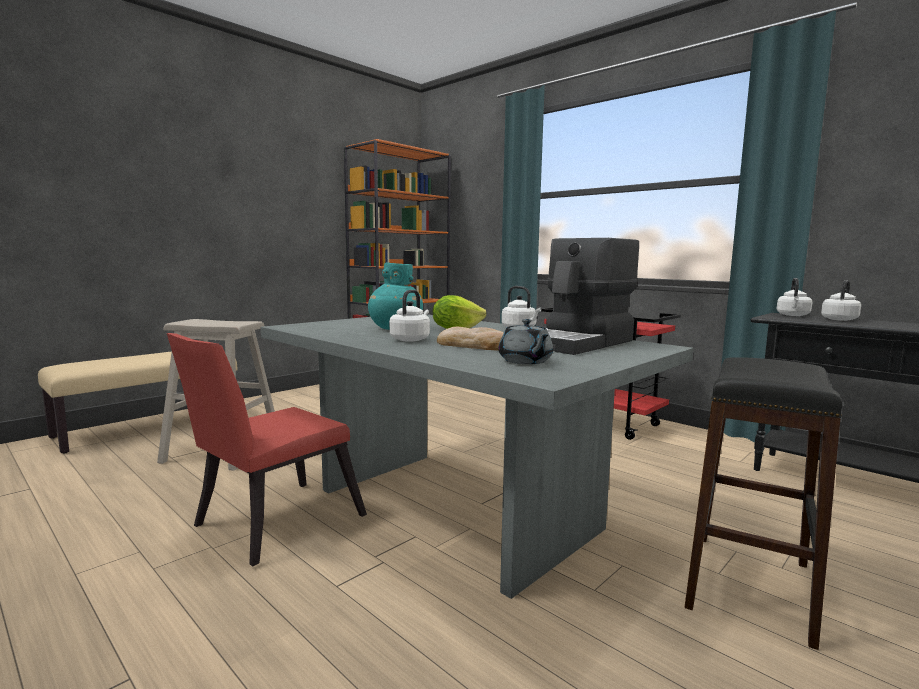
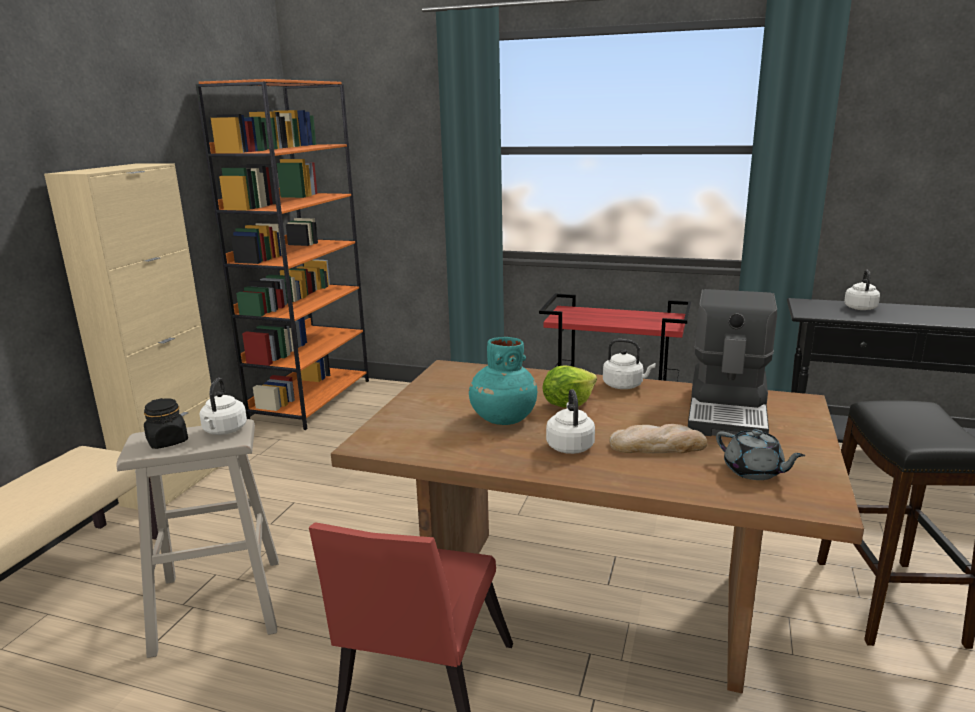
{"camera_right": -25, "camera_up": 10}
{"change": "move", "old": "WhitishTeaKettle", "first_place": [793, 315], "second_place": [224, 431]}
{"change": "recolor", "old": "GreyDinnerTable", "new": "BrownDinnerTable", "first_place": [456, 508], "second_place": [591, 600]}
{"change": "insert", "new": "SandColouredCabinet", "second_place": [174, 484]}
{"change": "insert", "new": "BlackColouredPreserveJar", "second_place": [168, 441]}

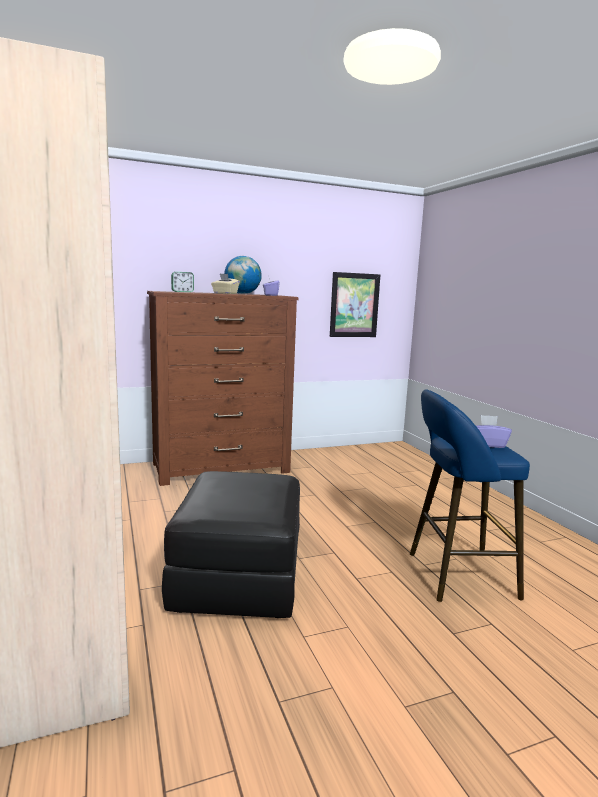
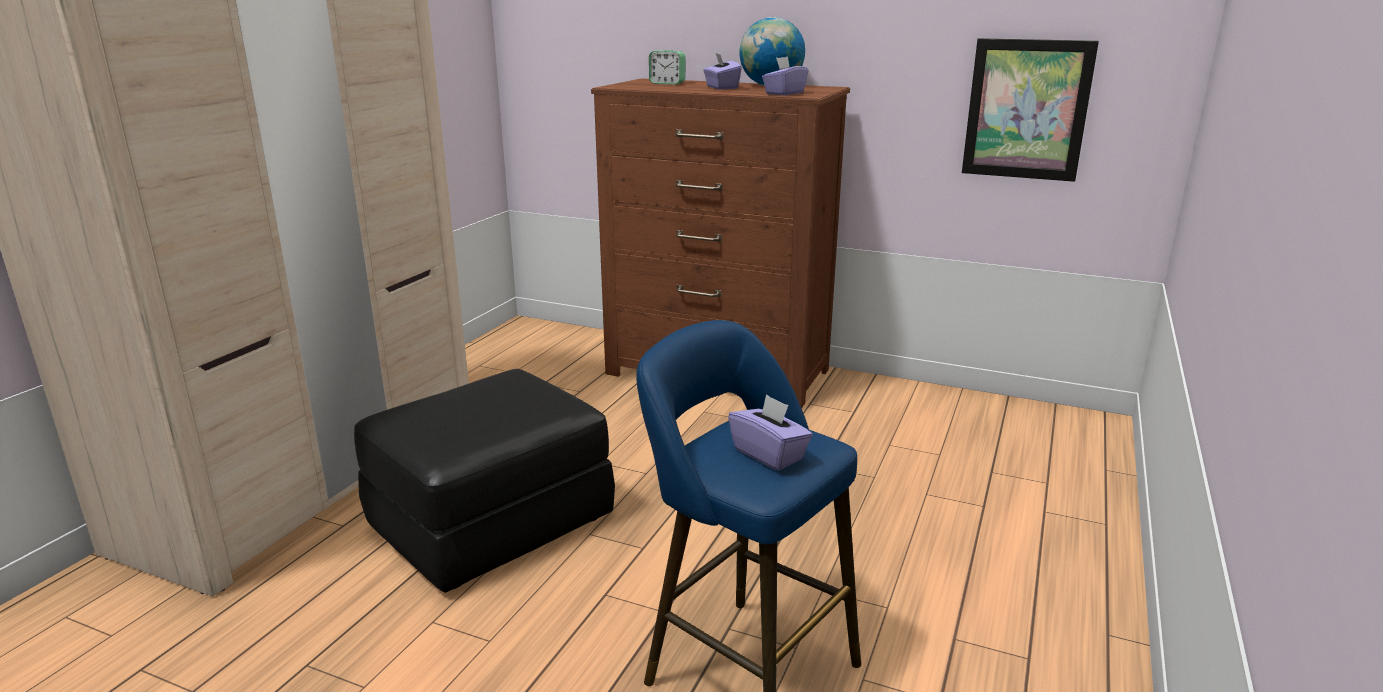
{"camera_right": 45, "camera_up": 10}
{"change": "recolor", "old": "SandColouredBoxOfTissues", "new": "PurplishBoxOfTissues", "first_place": [225, 293], "second_place": [721, 88]}

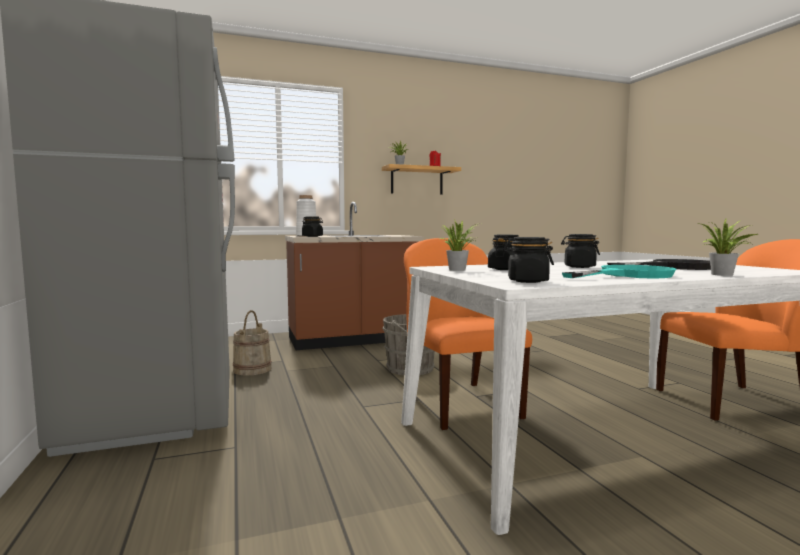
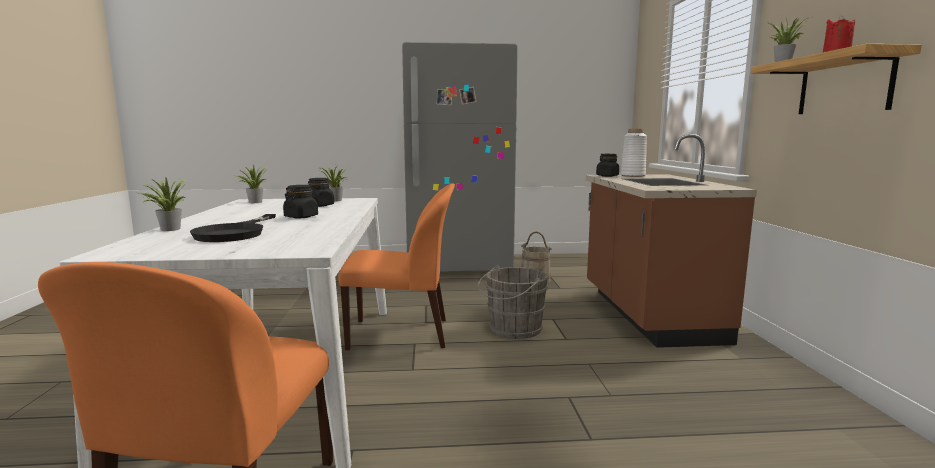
{"camera_right": 105, "camera_up": 5}
{"change": "replace", "old": "BlackColouredPreserveJar", "new": "Houseplant", "first_place": [527, 281], "second_place": [254, 202]}
{"change": "delete", "old": "TurquoiseColouredFryingPan", "first_place": [627, 275]}

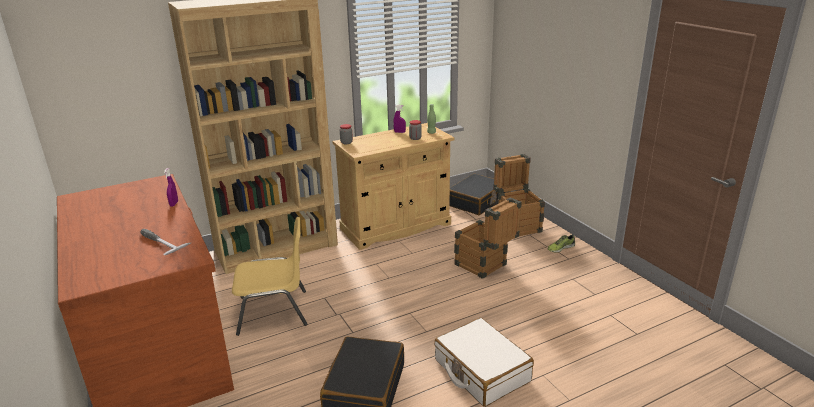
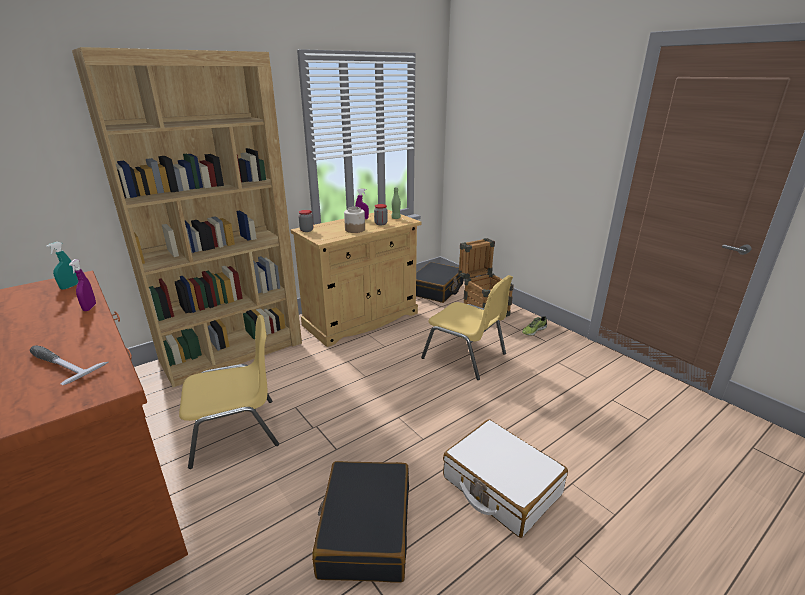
{"camera_right": -10, "camera_up": 0}
{"change": "replace", "old": "PackingCrate", "new": "YellowColouredPlainChair", "first_place": [485, 267], "second_place": [465, 356]}
{"change": "insert", "new": "PreserveJar", "second_place": [355, 230]}
{"change": "insert", "new": "TurquoiseColouredSprayer", "second_place": [69, 286]}

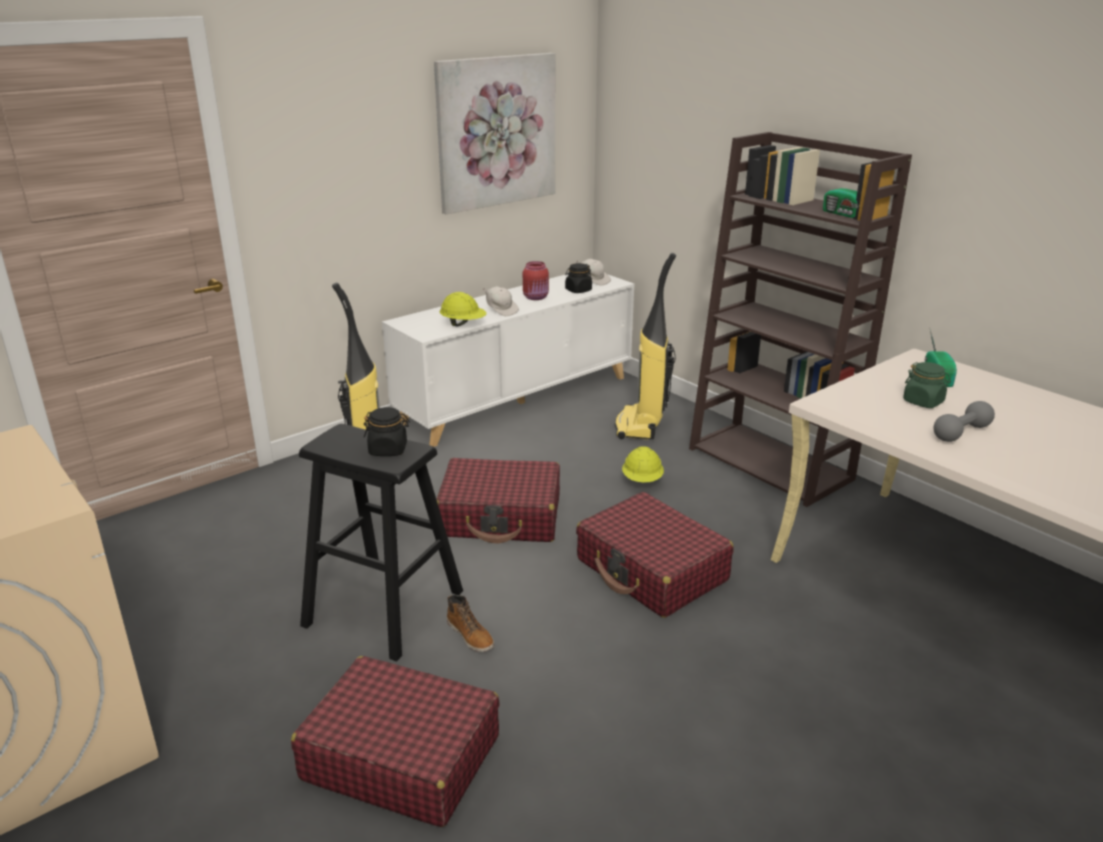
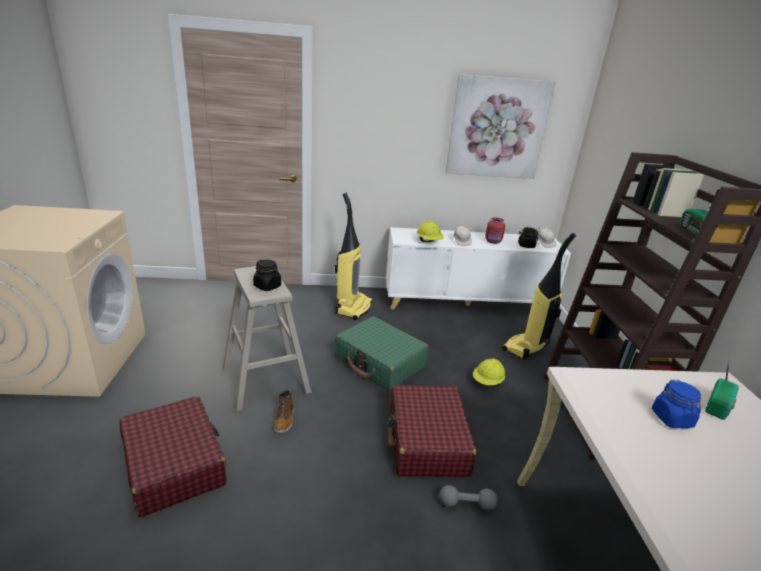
{"camera_right": 35, "camera_up": 0}
{"change": "recolor", "old": "GreenishPreserveJar", "new": "BluishPreserveJar", "first_place": [923, 402], "second_place": [672, 419]}
{"change": "move", "old": "GreyFreeWeight", "first_place": [961, 433], "second_place": [466, 504]}
{"change": "recolor", "old": "BlackColouredStool", "new": "SandColouredStool", "first_place": [383, 608], "second_place": [265, 380]}
{"change": "recolor", "old": "RedSuitcase", "new": "GreenishSuitcase", "first_place": [501, 516], "second_place": [380, 362]}

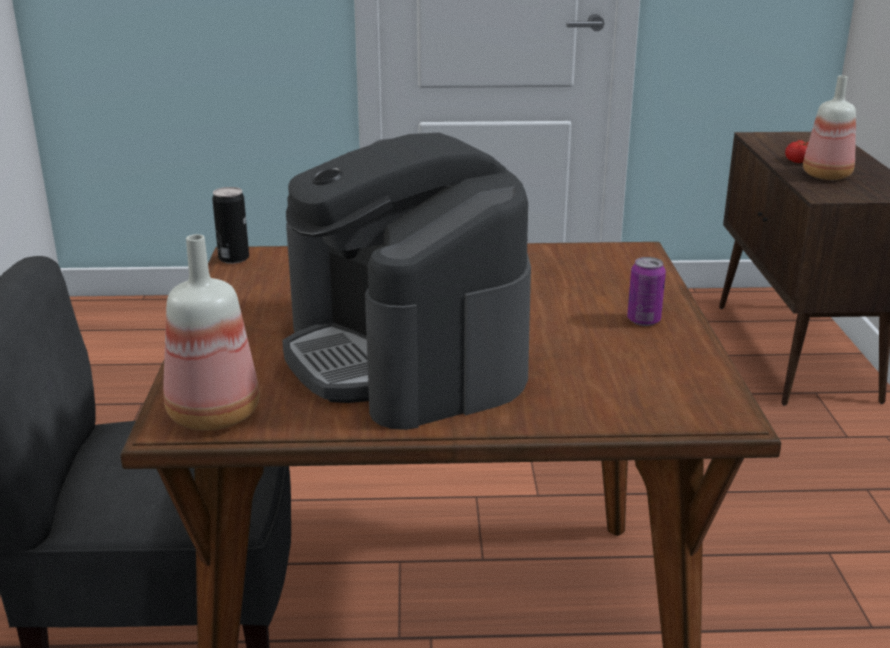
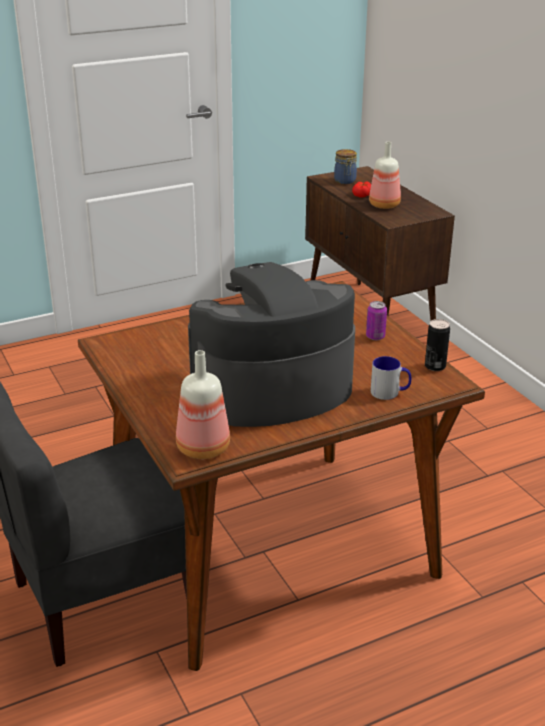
{"camera_right": -25, "camera_up": 5}
{"change": "rotate", "old": "CoffeeMaker", "first_place": [405, 356], "second_place": [271, 388], "degrees": 120}
{"change": "move", "old": "MetalCan", "first_place": [234, 258], "second_place": [435, 366]}
{"change": "insert", "new": "PreserveJar", "second_place": [345, 181]}
{"change": "insert", "new": "CoffeeMug", "second_place": [390, 392]}

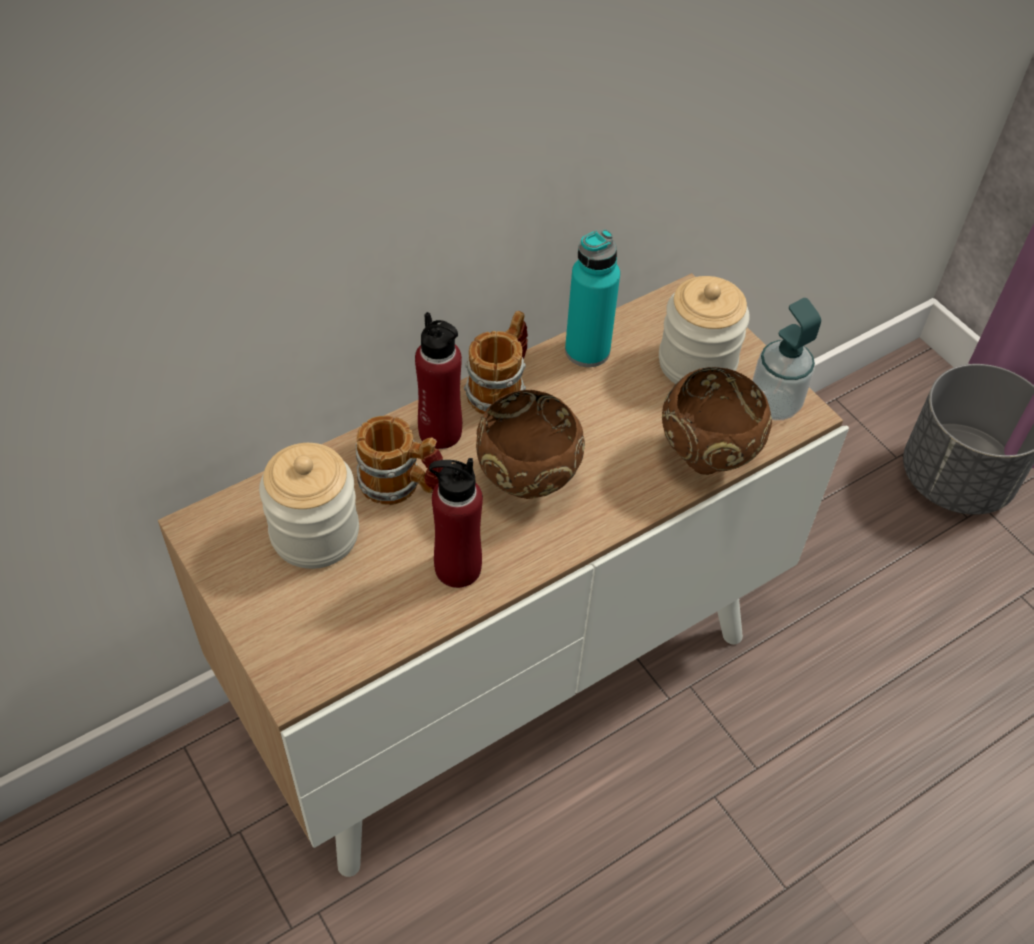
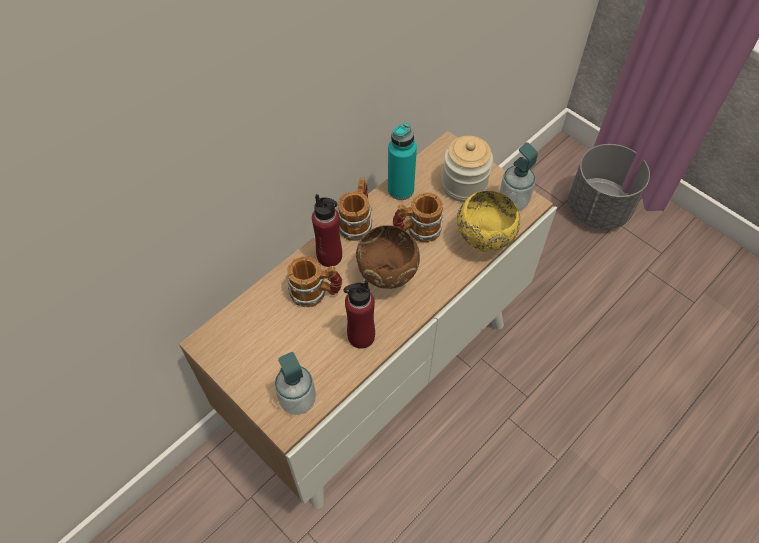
{"camera_right": -10, "camera_up": 5}
{"change": "recolor", "old": "BrownDeepDish", "new": "YellowColouredDeepDish", "first_place": [708, 460], "second_place": [484, 242]}
{"change": "delete", "old": "PreserveJar", "first_place": [315, 533]}
{"change": "insert", "new": "CoffeeMug", "second_place": [417, 231]}
{"change": "insert", "new": "SoapBottle", "second_place": [298, 400]}

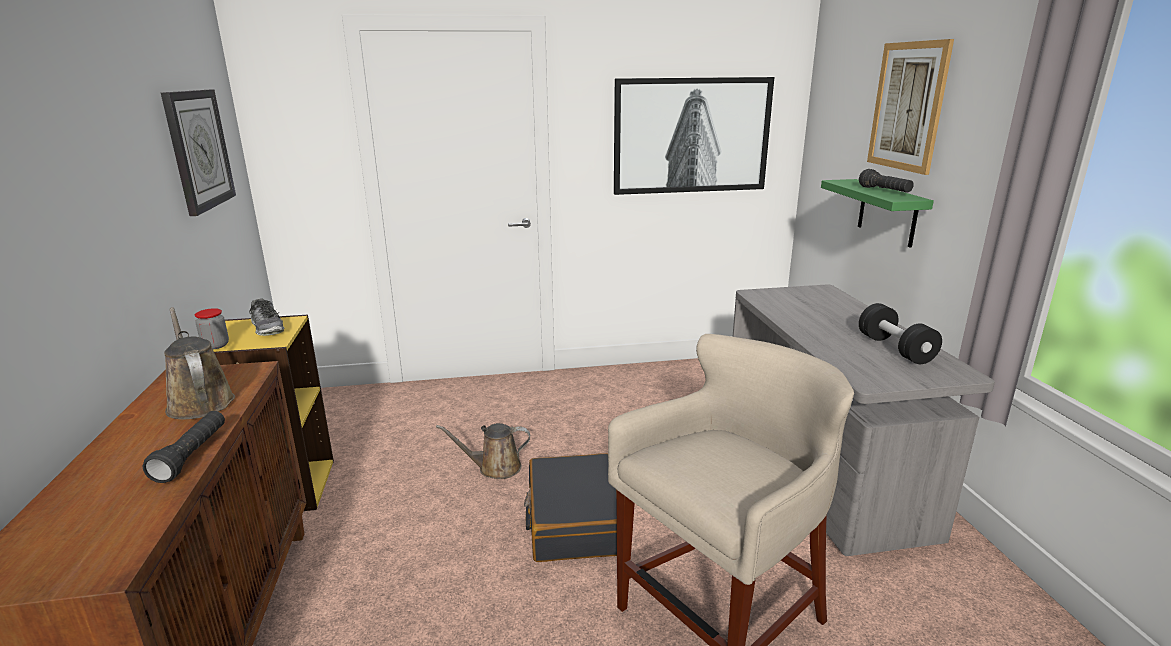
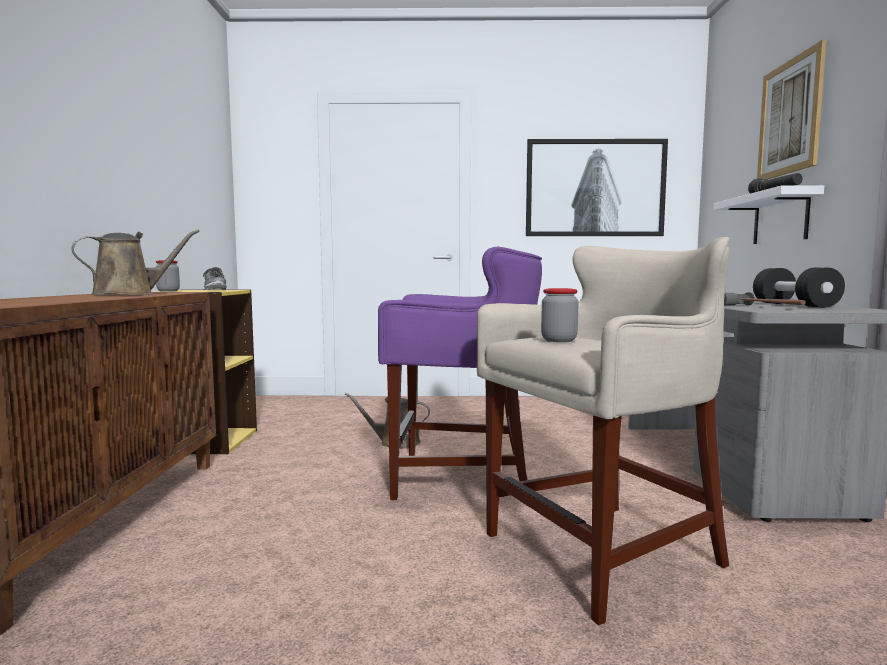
{"camera_right": 10, "camera_up": -15}
{"change": "delete", "old": "HangingClock", "first_place": [198, 149]}
{"change": "recolor", "old": "GreenishWallShelf", "new": "WhitishWallShelf", "first_place": [887, 212], "second_place": [780, 218]}
{"change": "rotate", "old": "BrownWateringCan", "first_place": [199, 402], "second_place": [130, 294], "degrees": 75}
{"change": "delete", "old": "BlackColouredFlashlight", "first_place": [192, 456]}
{"change": "replace", "old": "BlackColouredSuitcase", "new": "PurplishStool", "first_place": [573, 521], "second_place": [459, 477]}
{"change": "insert", "new": "PreserveJar", "second_place": [559, 340]}
{"change": "insert", "new": "Hammer", "second_place": [763, 307]}

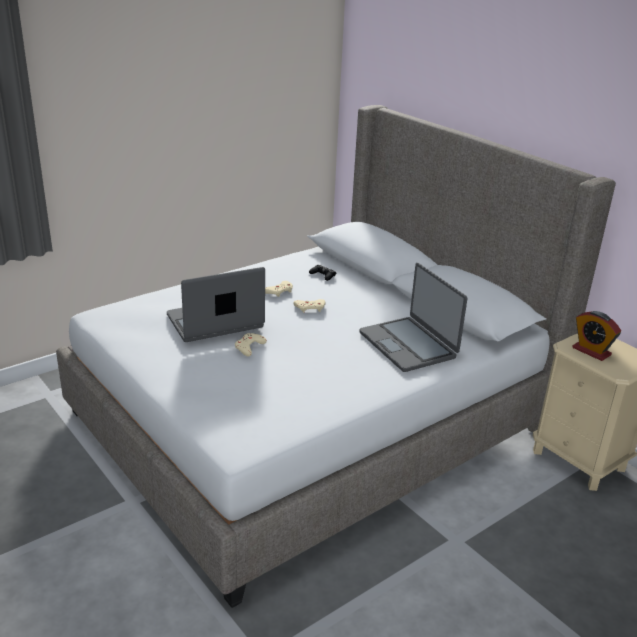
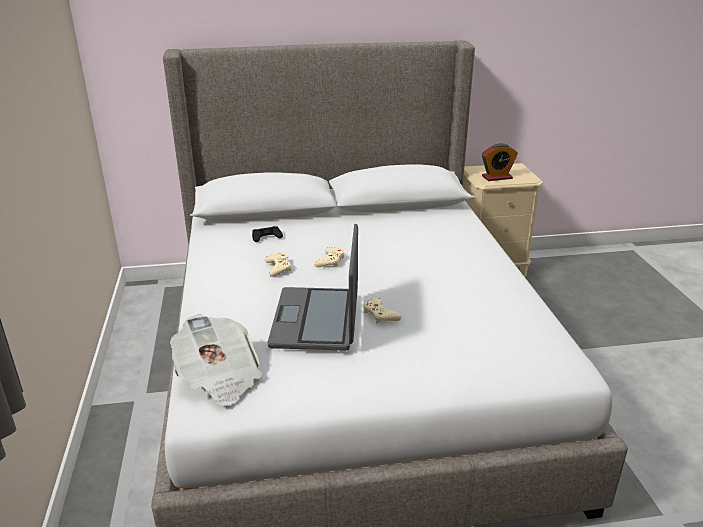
{"camera_right": -60, "camera_up": 0}
{"change": "delete", "old": "Laptop", "first_place": [408, 345]}
{"change": "insert", "new": "DailyPaper", "second_place": [219, 377]}

